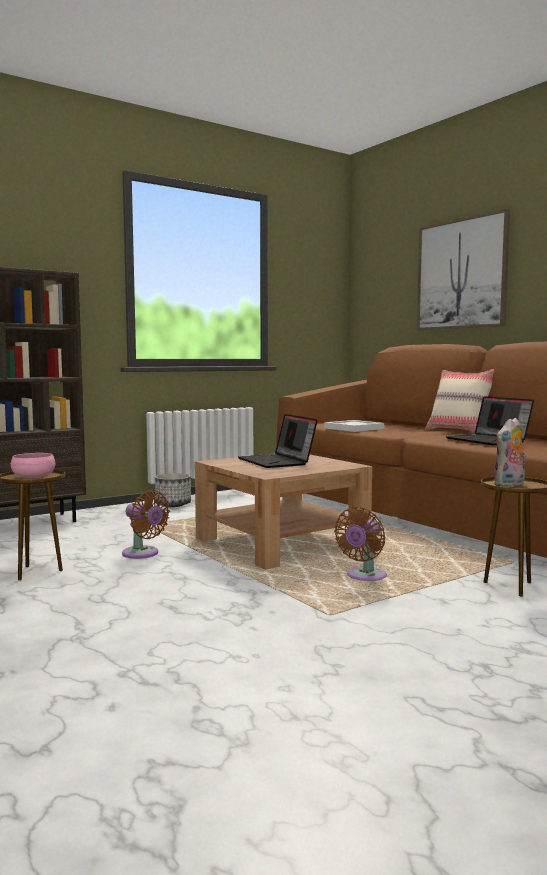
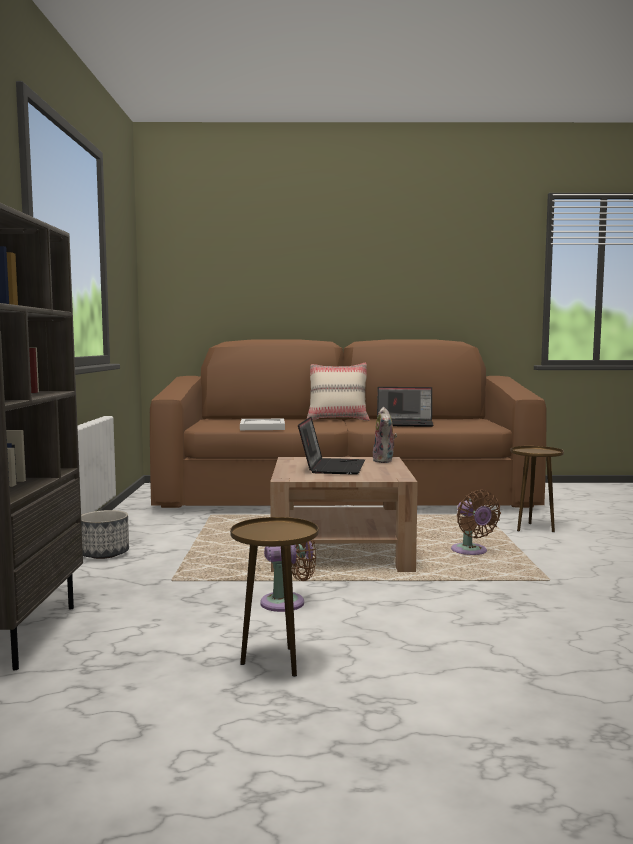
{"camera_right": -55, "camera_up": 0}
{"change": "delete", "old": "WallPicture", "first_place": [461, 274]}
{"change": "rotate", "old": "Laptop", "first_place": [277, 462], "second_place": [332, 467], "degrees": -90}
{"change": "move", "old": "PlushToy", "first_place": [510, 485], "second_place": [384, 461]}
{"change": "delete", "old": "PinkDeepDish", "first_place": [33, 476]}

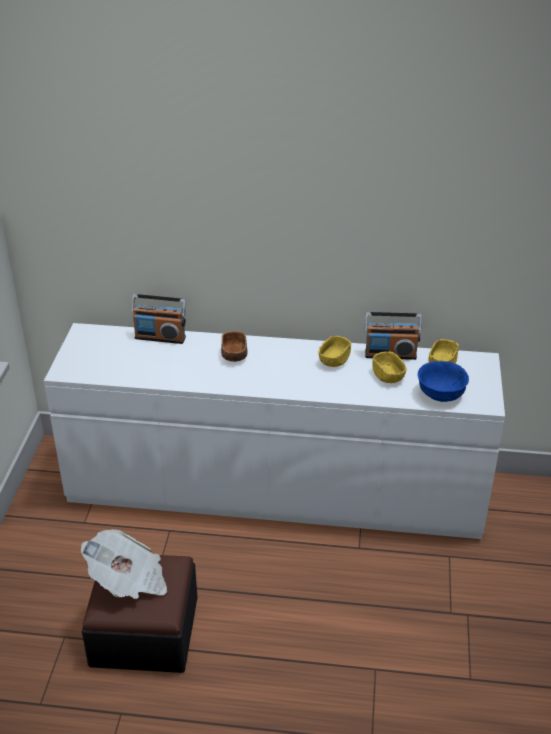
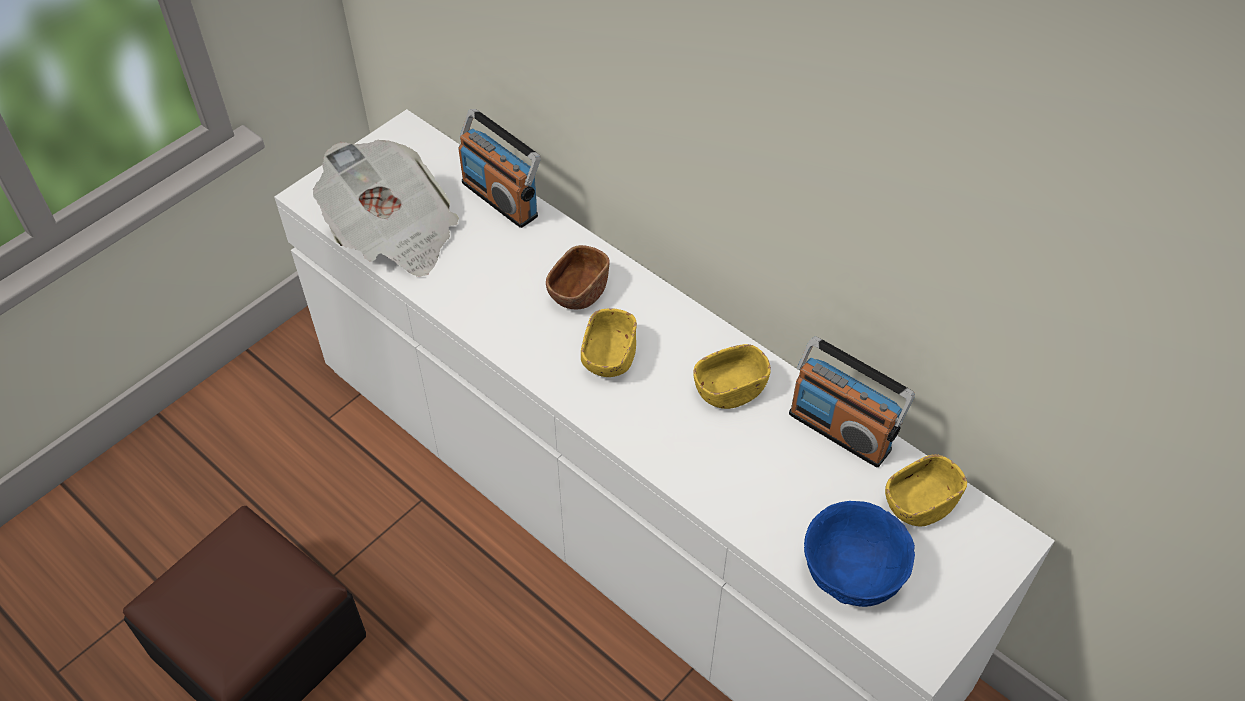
{"camera_right": 35, "camera_up": 15}
{"change": "move", "old": "YellowColouredDeepDish", "first_place": [388, 376], "second_place": [609, 357]}
{"change": "move", "old": "DailyPaper", "first_place": [128, 581], "second_place": [393, 233]}

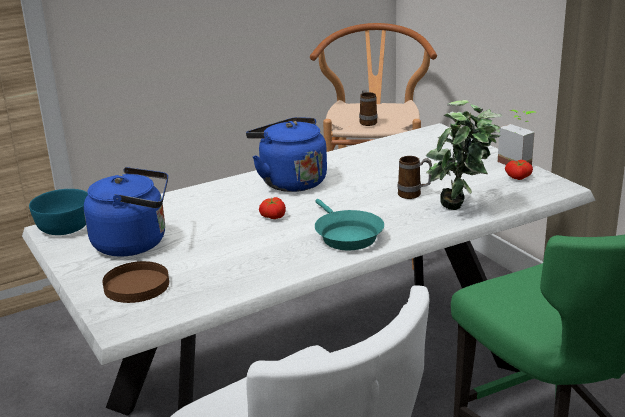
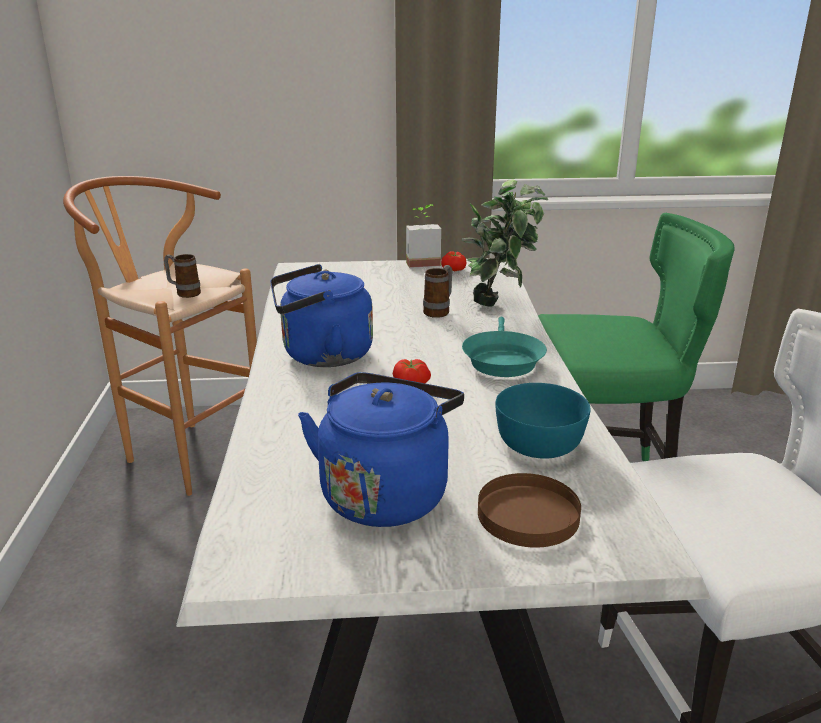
{"camera_right": -65, "camera_up": 0}
{"change": "move", "old": "TurquoiseColouredDeepDish", "first_place": [63, 227], "second_place": [538, 444]}
{"change": "rotate", "old": "TurquoiseColouredFryingPan", "first_place": [346, 235], "second_place": [502, 360], "degrees": 90}

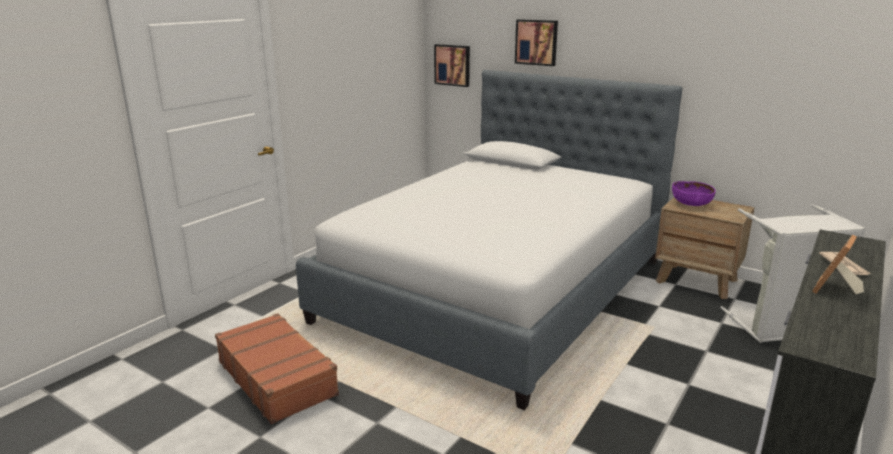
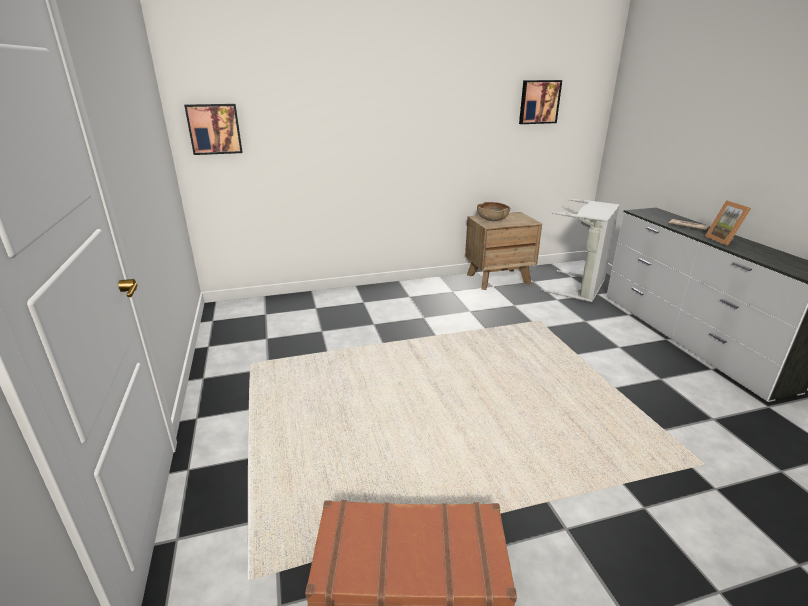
{"camera_right": -50, "camera_up": 5}
{"change": "move", "old": "WallPicture", "first_place": [536, 42], "second_place": [539, 102]}
{"change": "delete", "old": "SleepingBed", "first_place": [498, 289]}
{"change": "recolor", "old": "PurplishDeepDish", "new": "BrownDeepDish", "first_place": [691, 204], "second_place": [492, 220]}

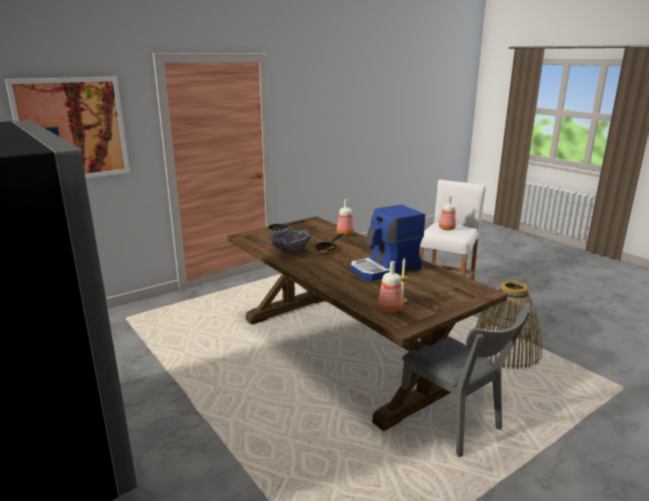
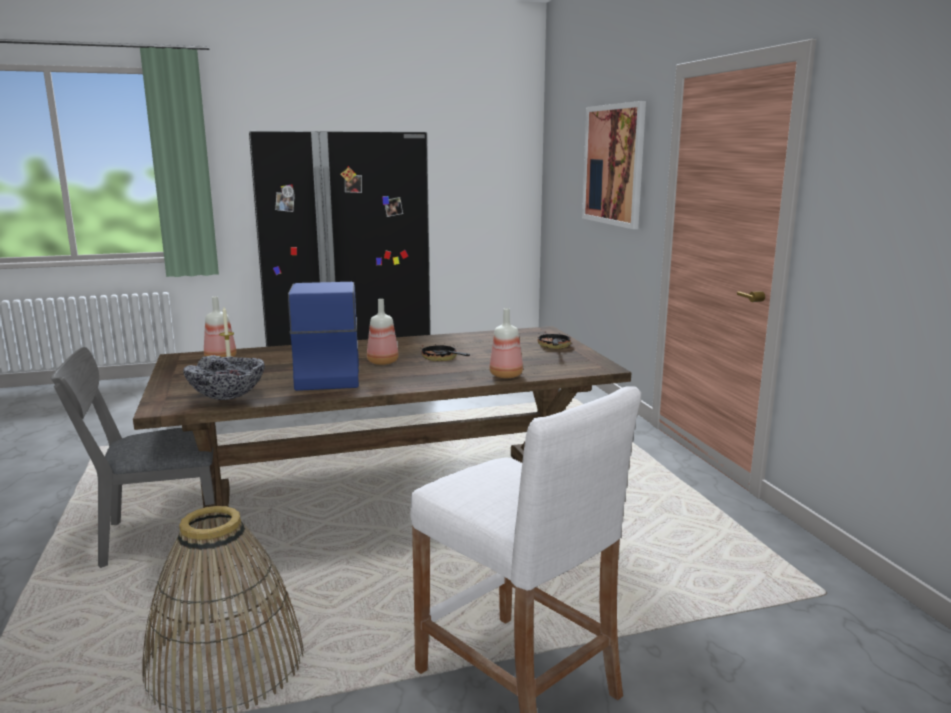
{"camera_right": 110, "camera_up": -5}
{"change": "move", "old": "Bottle", "first_place": [447, 229], "second_place": [381, 362]}
{"change": "move", "old": "DeepDish", "first_place": [289, 251], "second_place": [227, 397]}

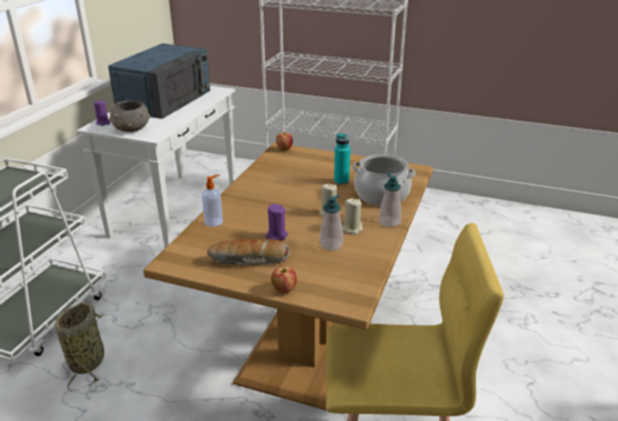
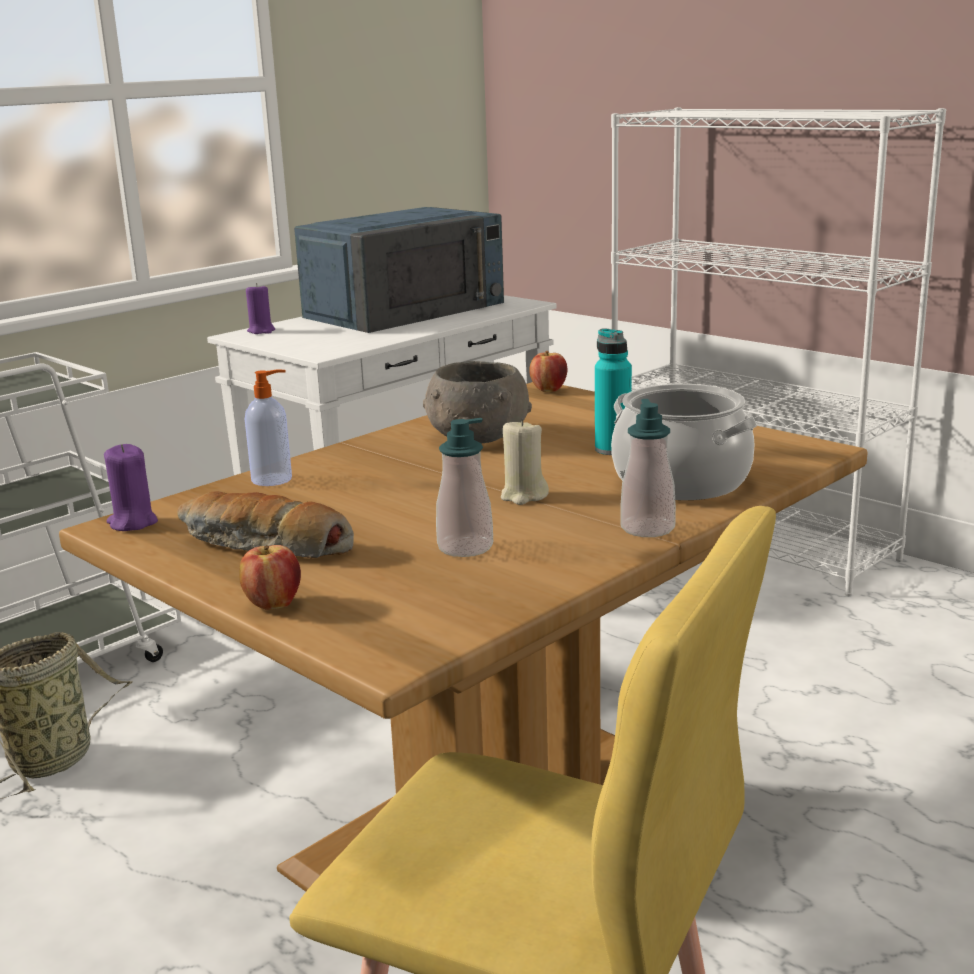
{"camera_right": 25, "camera_up": -10}
{"change": "move", "old": "GreyDeepDish", "first_place": [131, 129], "second_place": [477, 437]}
{"change": "delete", "old": "SandColouredWaxLight", "first_place": [352, 229]}
{"change": "move", "old": "PurplishWaxLight", "first_place": [276, 236], "second_place": [132, 523]}

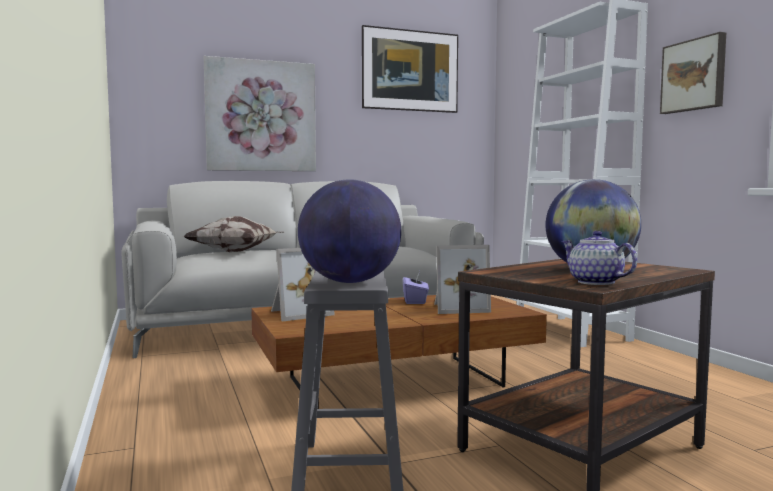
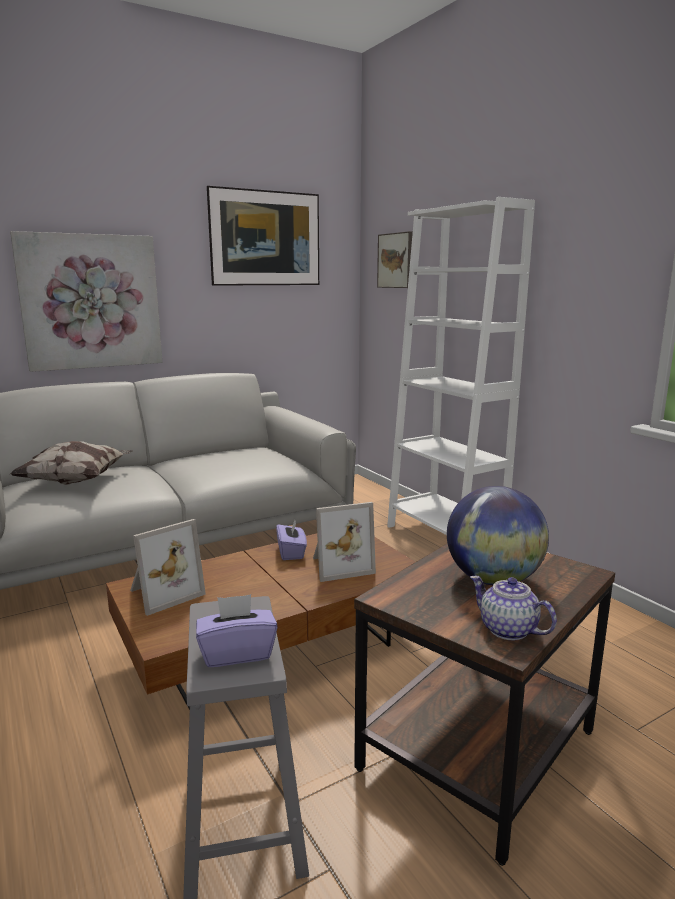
{"camera_right": -10, "camera_up": 10}
{"change": "move", "old": "WallPicture", "first_place": [694, 75], "second_place": [397, 260]}
{"change": "replace", "old": "WorldGlobe", "new": "PurplishBoxOfTissues", "first_place": [349, 282], "second_place": [237, 653]}

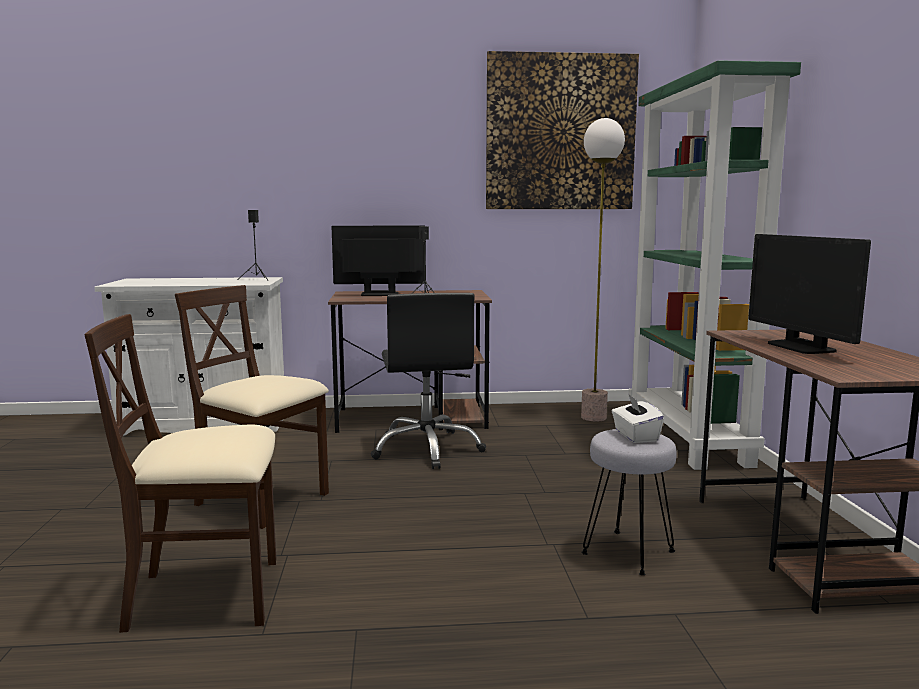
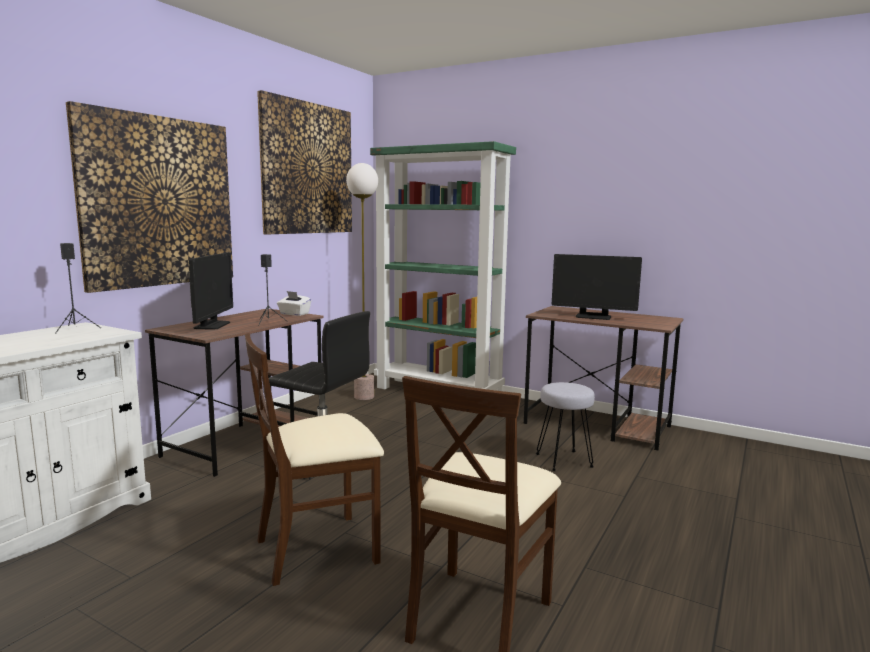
{"camera_right": -55, "camera_up": 0}
{"change": "rotate", "old": "Monitor", "first_place": [380, 294], "second_place": [212, 325], "degrees": 150}
{"change": "move", "old": "WhitishBoxOfTissues", "first_place": [635, 436], "second_place": [294, 314]}
{"change": "insert", "new": "WallPicture", "second_place": [159, 202]}

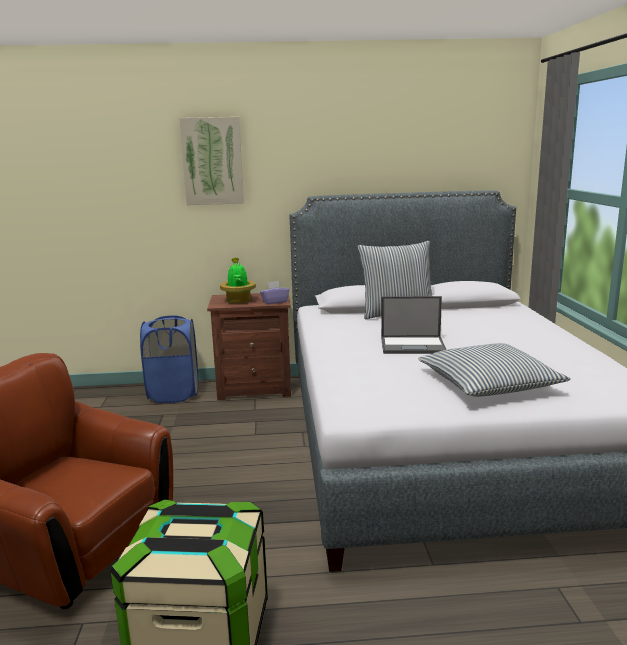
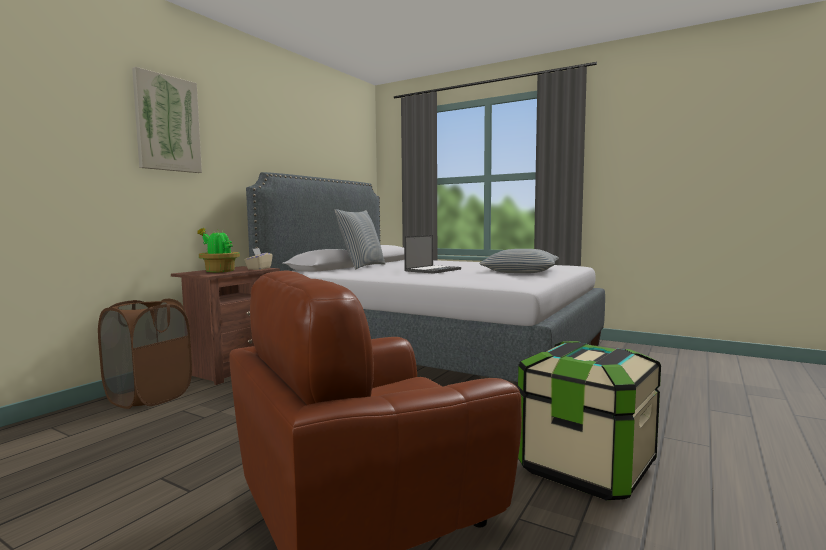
{"camera_right": -55, "camera_up": -10}
{"change": "recolor", "old": "PurplishBoxOfTissues", "new": "SandColouredBoxOfTissues", "first_place": [274, 302], "second_place": [259, 268]}
{"change": "recolor", "old": "BluishHamper", "new": "BrownHamper", "first_place": [174, 394], "second_place": [149, 397]}

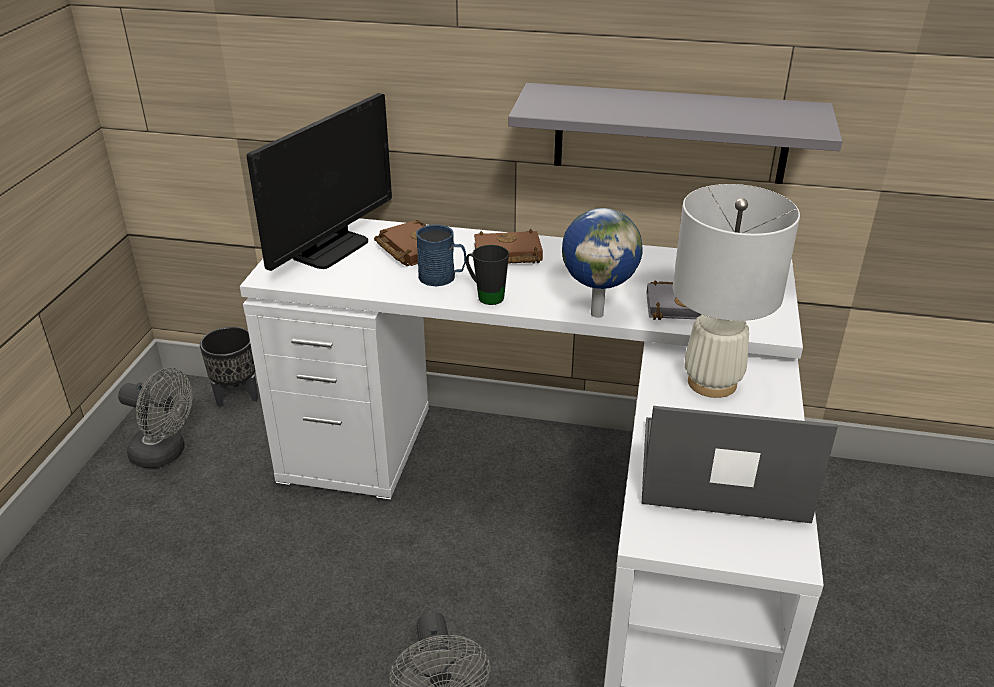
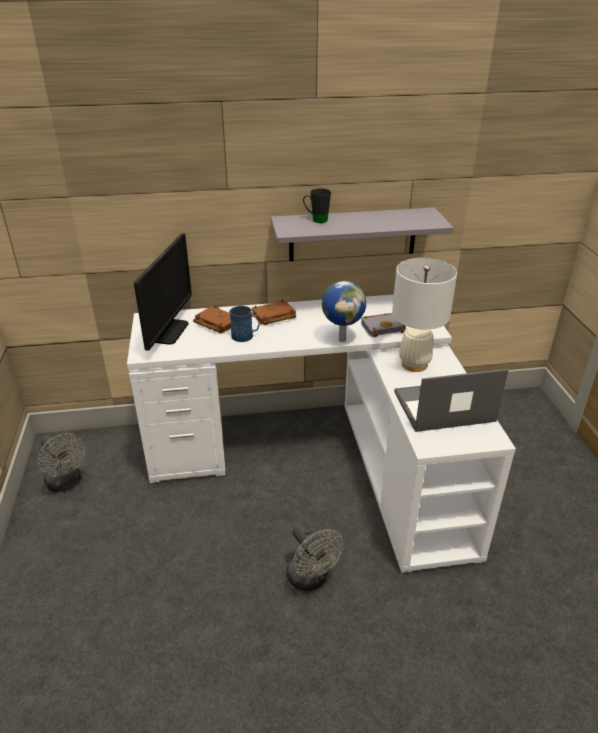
{"camera_right": -20, "camera_up": 0}
{"change": "move", "old": "BlackColouredCoffeeMug", "first_place": [485, 295], "second_place": [316, 219]}
{"change": "delete", "old": "BlackColouredFlowerPot", "first_place": [237, 396]}
{"change": "rotate", "old": "GreyFan", "first_place": [165, 453], "second_place": [66, 483], "degrees": 45}

